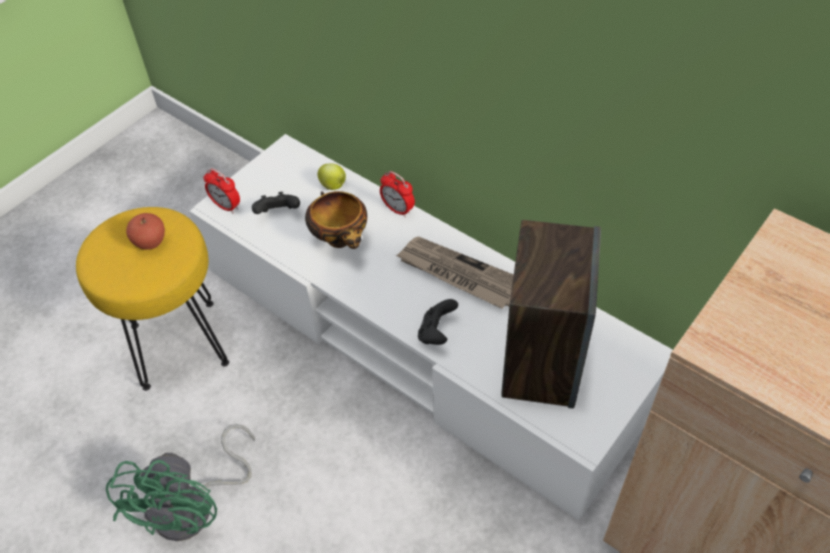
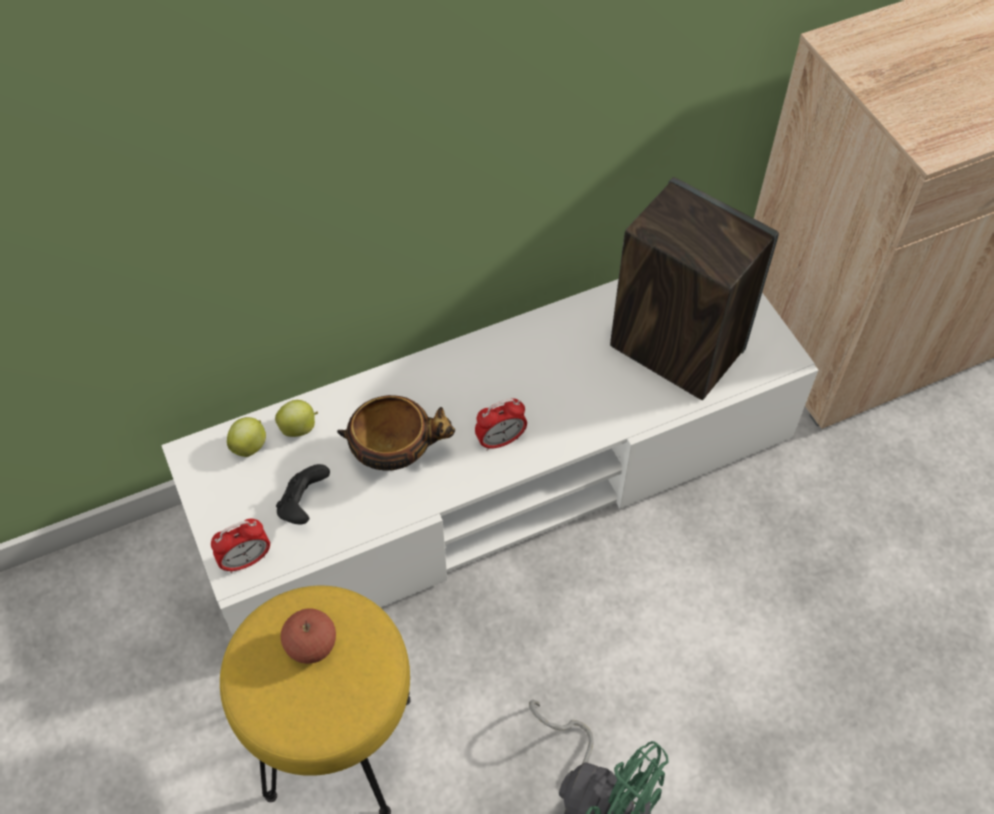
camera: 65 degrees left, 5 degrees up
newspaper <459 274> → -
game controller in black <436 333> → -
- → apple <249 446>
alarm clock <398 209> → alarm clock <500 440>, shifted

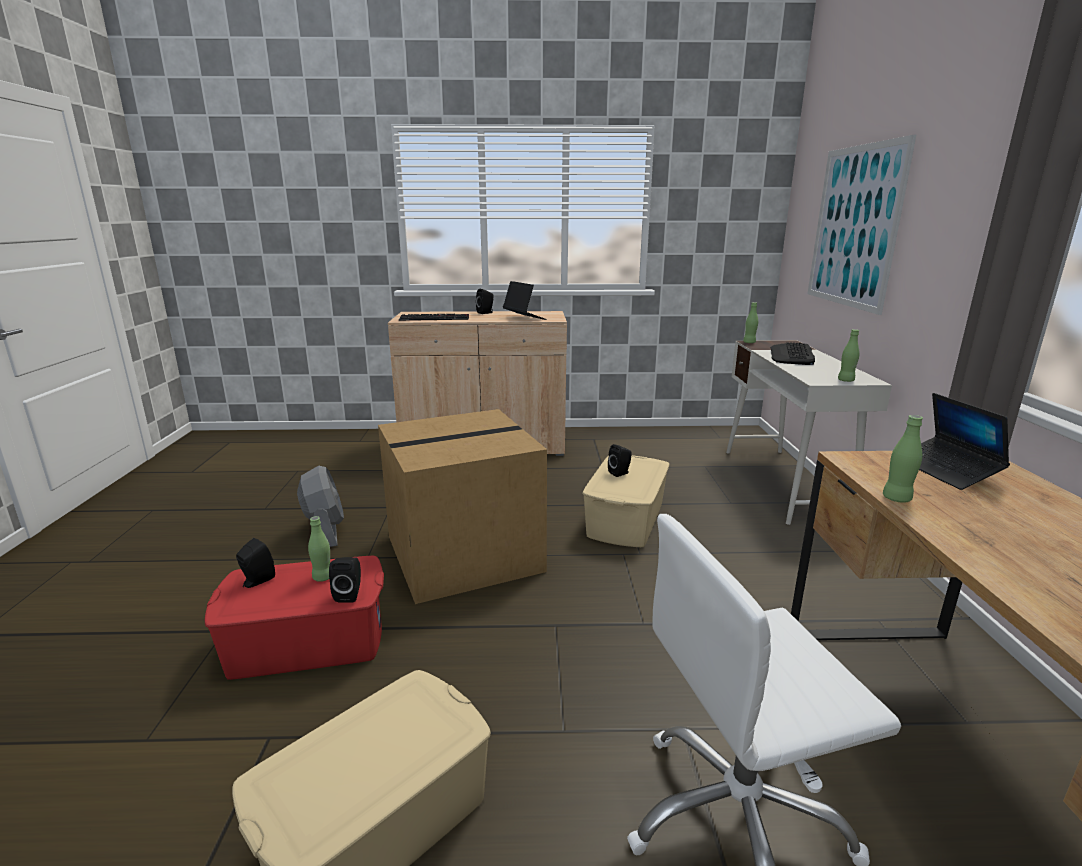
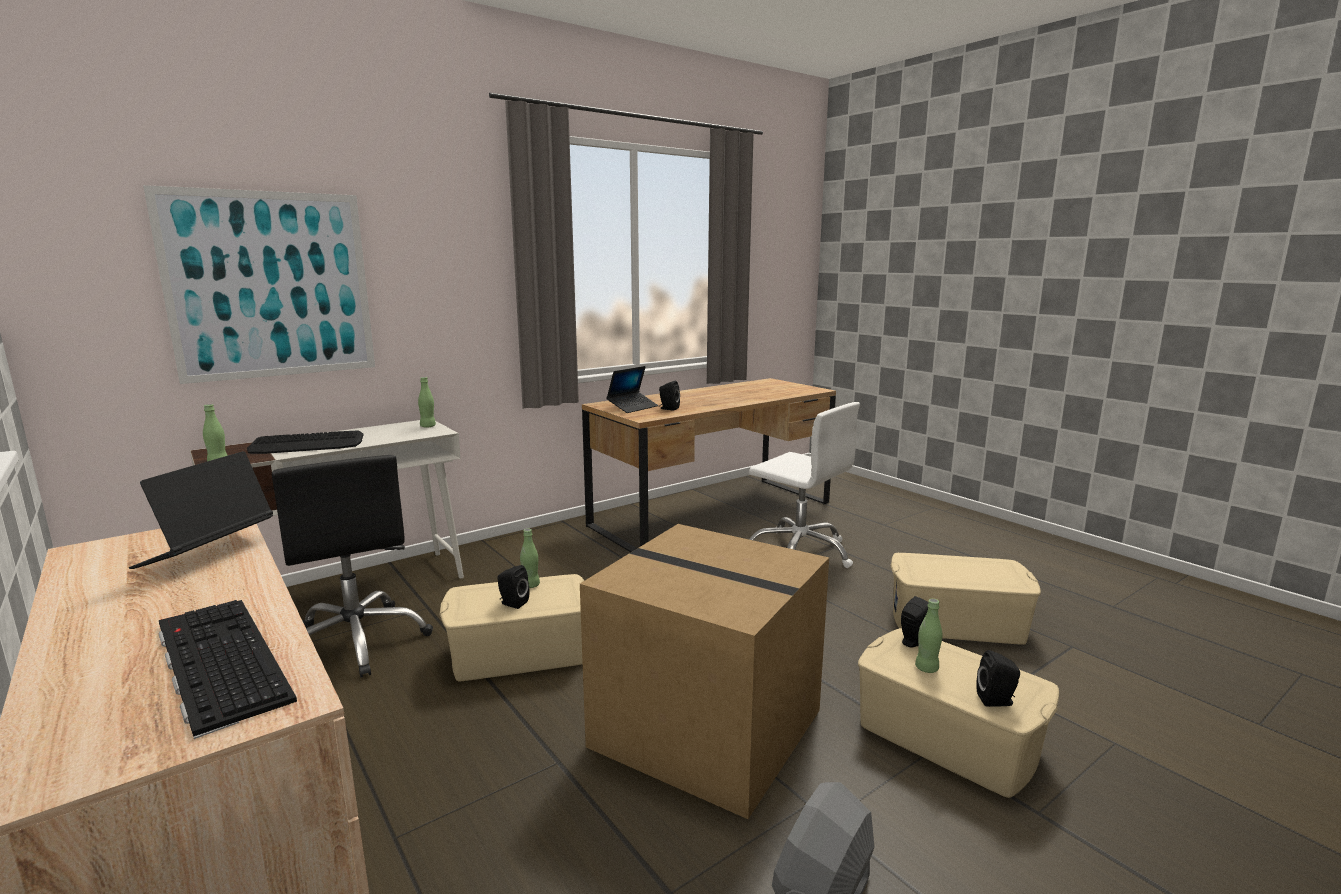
camera: 125 degrees left, 5 degrees down
- → office chair in black <357 641>
speaker in black <486 313> → speaker in black <668 408>, shifted
bottle in green <896 498> → bottle in green <530 585>, shifted
storage box in red <307 642> → storage box in beige <947 739>

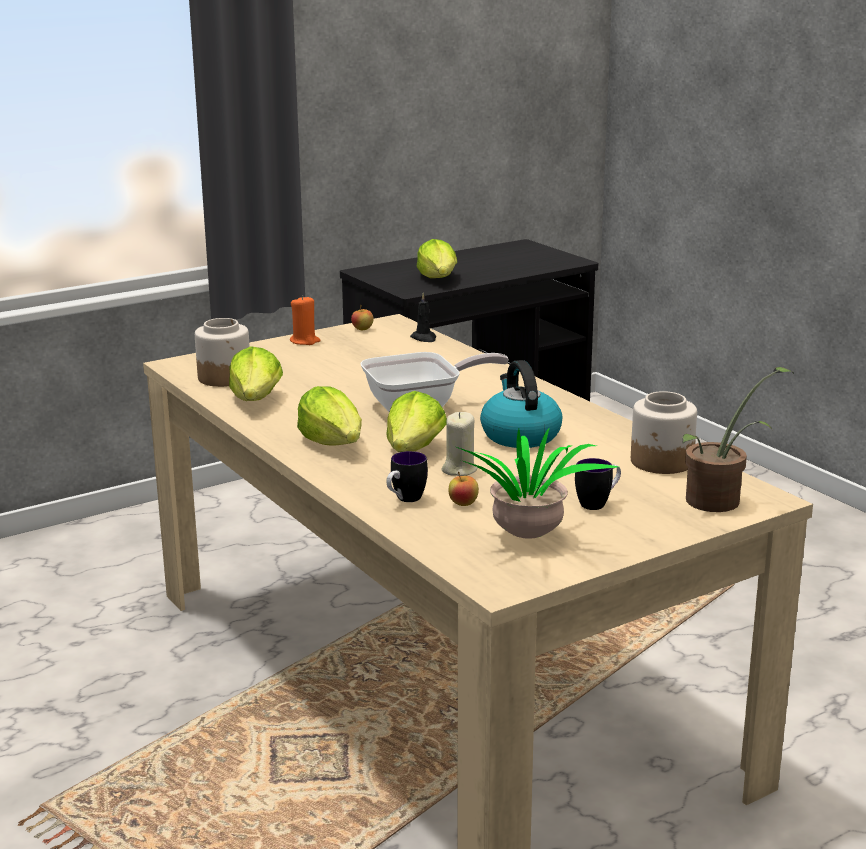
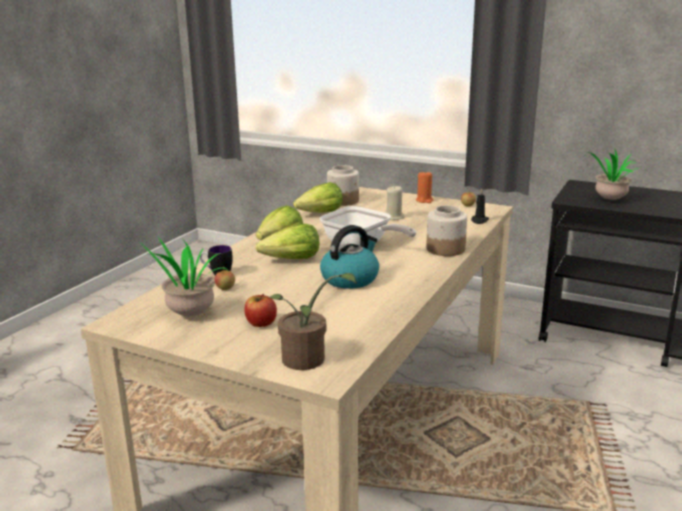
camera: 60 degrees right, 0 degrees up
candle in beige <459 469> → candle in beige <394 217>, shifted
jar <662 462> → jar <445 249>, shifted
lettuce <438 279> → potted plant <608 200>
mug <598 503> → apple <261 323>

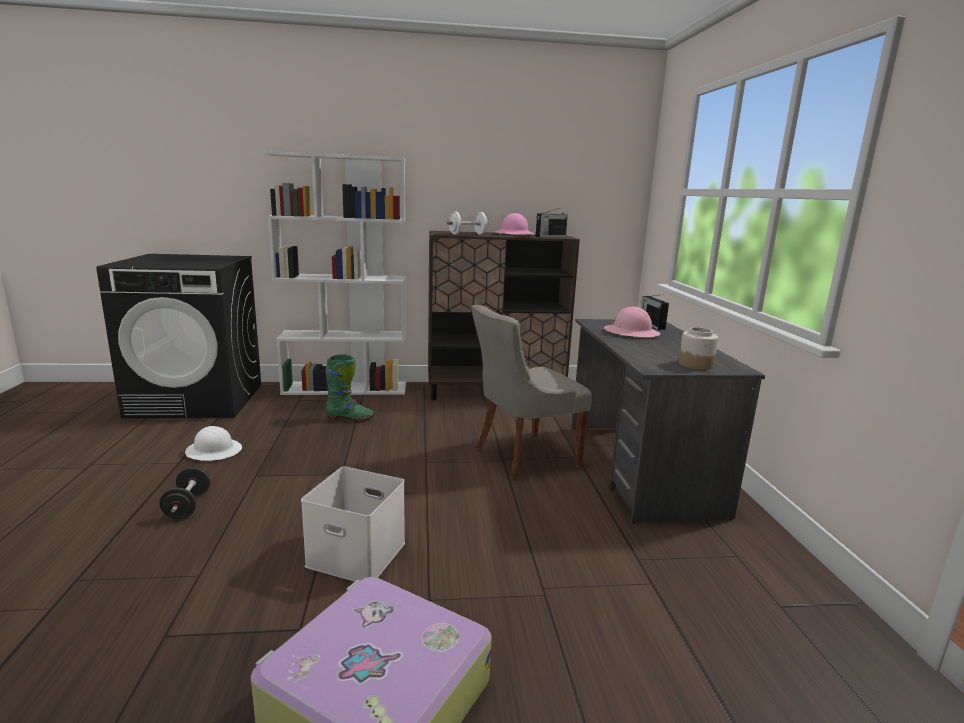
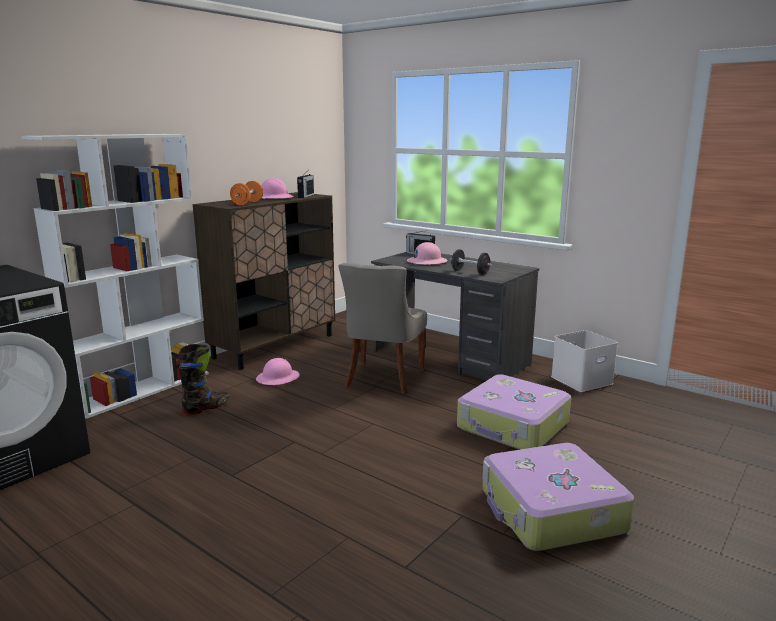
camera: 45 degrees left, 0 degrees up
hard hat in white <214 451> → -
jar <696 365> → -
- → hard hat in pink <278 378>
- → suitcase <513 426>
dumbbell in black <187 506> → dumbbell in black <470 272>, shifted
storage box in white <354 555> → storage box in white <581 380>, shifted
boot in green <350 418> → boot in black <206 407>
dumbbell in white <467 234> → dumbbell in orange <247 203>

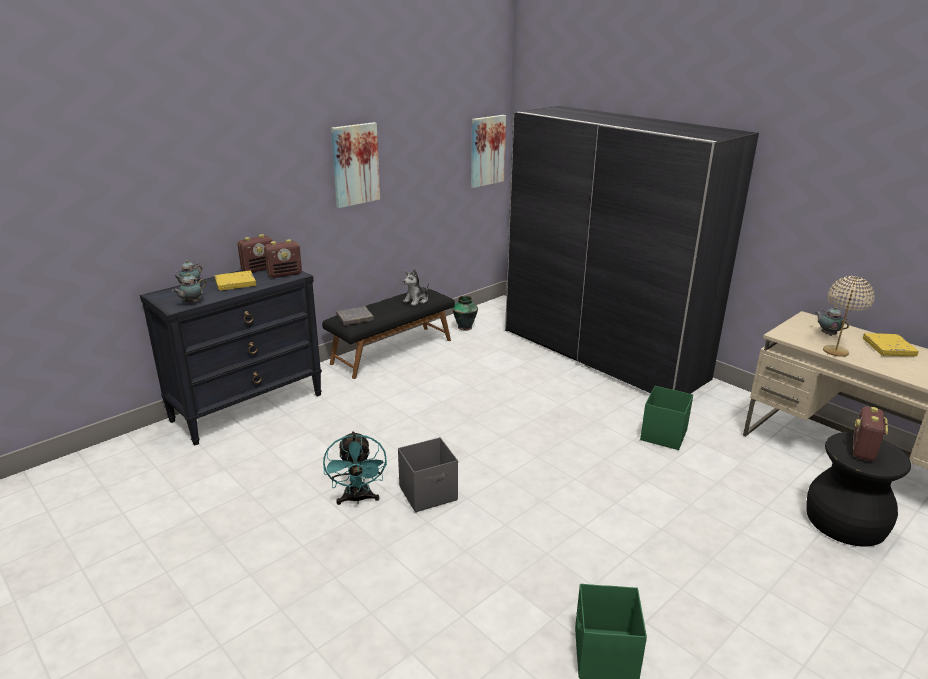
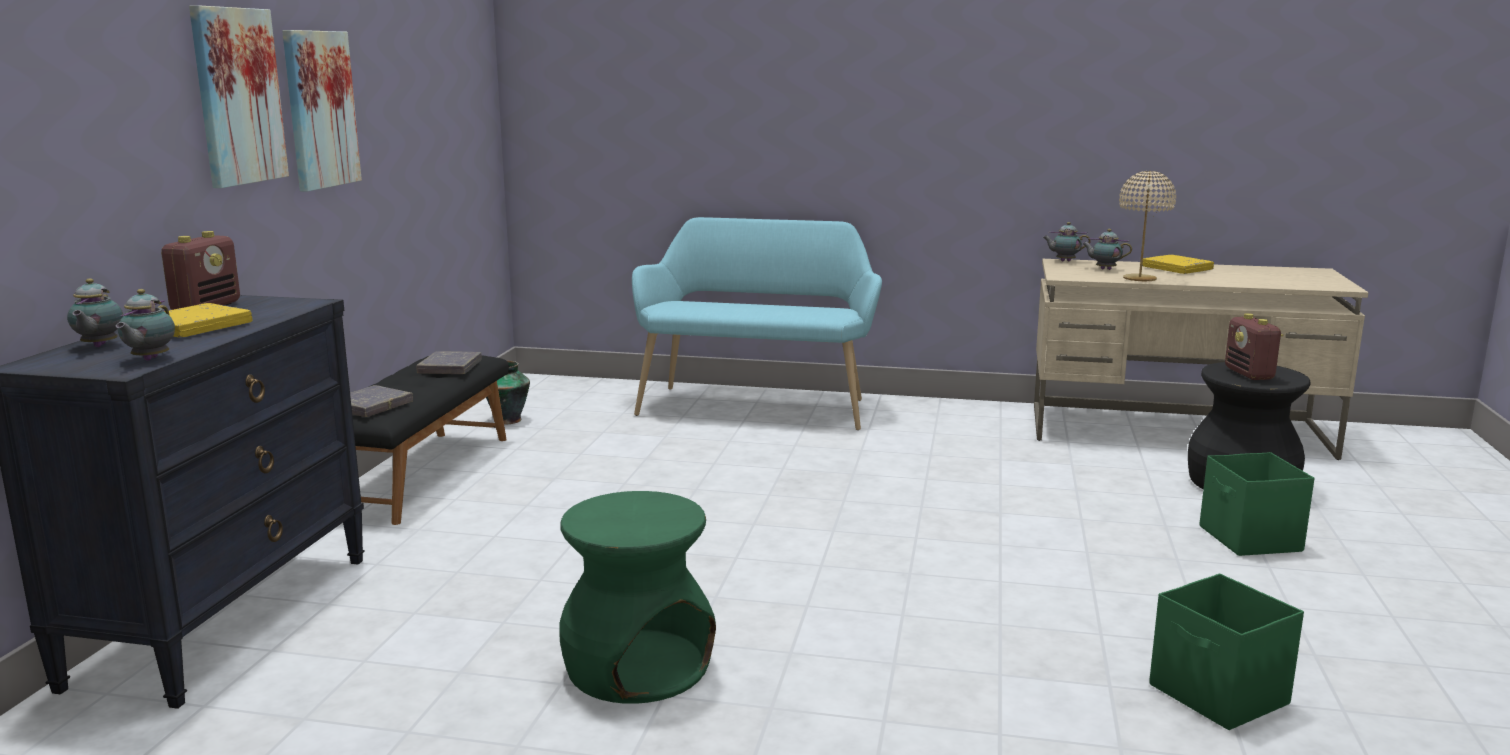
camera: 35 degrees left, 10 degrees down
radio <285 274> → -
storage box in grey <429 494> → -
- → teapot <1064 261>
picture <487 151> → picture <237 96>, shifted
storage box in green <663 435> → storage box in green <1250 539>, shifted
fan in turquoise <357 499> → stool in green <637 666>
plush toy <416 300> → book in grey <450 367>
wardrobe in grey <601 354> → bench in turquoise <757 405>

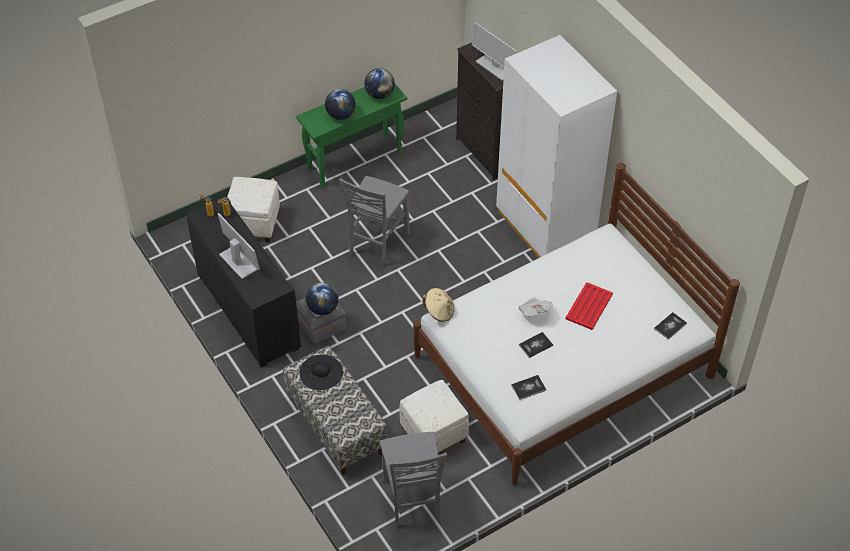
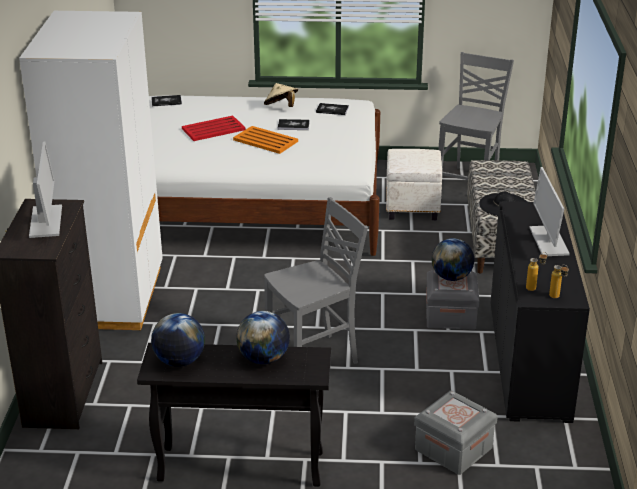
camera: 145 degrees left, 20 degrees down
hat in beige <439 311> → hat in beige <281 107>, shifted
ottoman in white <254 223> → storage box in grey <453 449>
newspaper <535 312> → tray in orange <266 141>
console table in green <355 160> → console table in black <239 467>

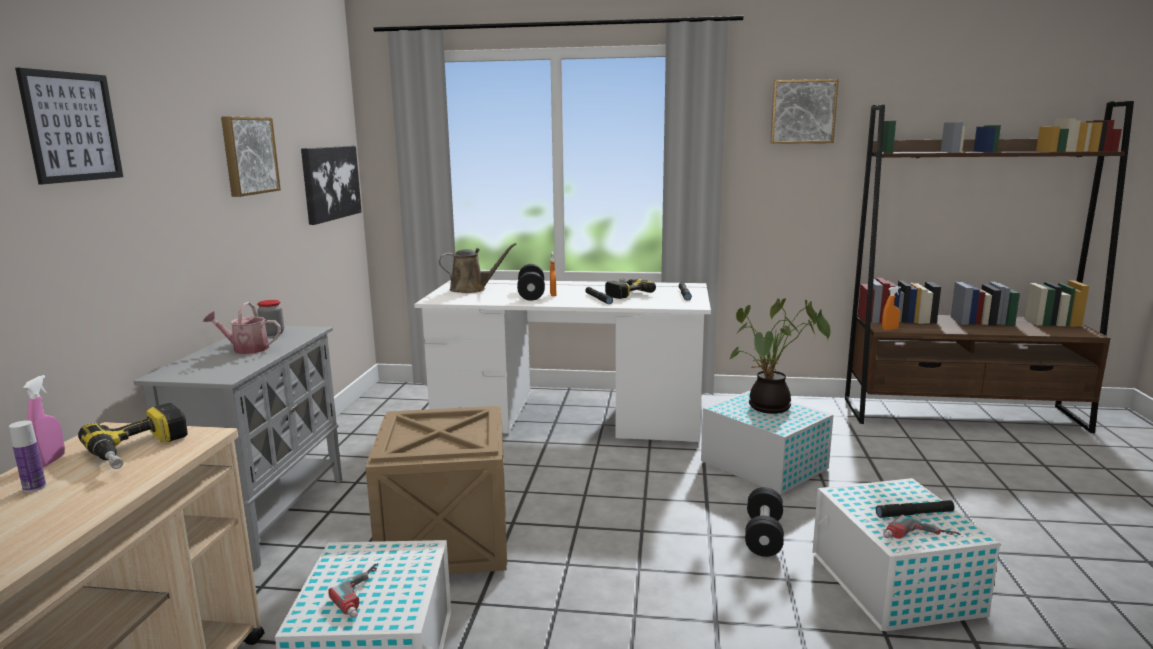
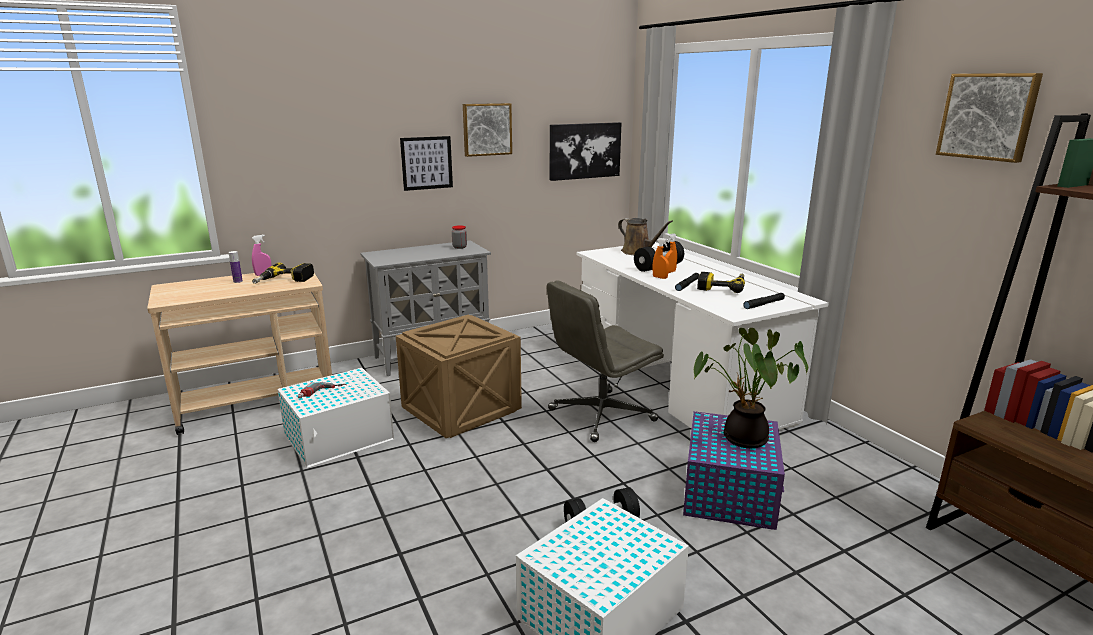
camera: 55 degrees right, 5 degrees up
watering can <246 349> → -
flashlight in black <914 514> → -
power drill <919 539> → -
- → office chair in grey <601 416>
picture <72 127> → picture <426 163>, shifted
spray bottle in orange <889 329> → spray bottle in orange <660 277>, shifted
storage box in white <762 464> → storage box in purple <729 491>

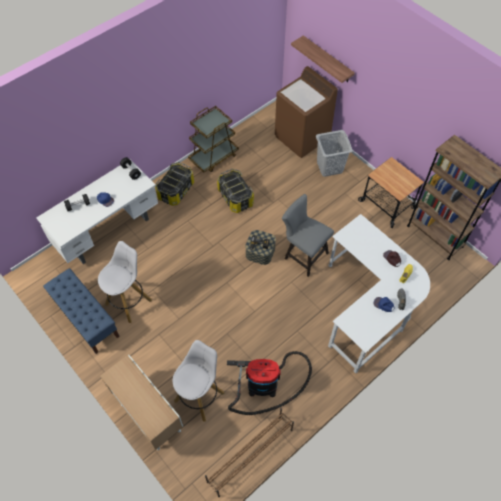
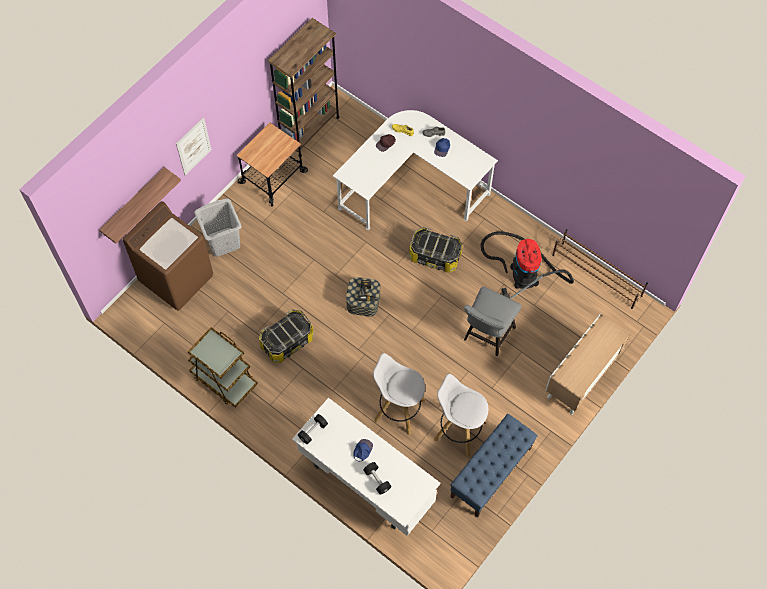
camera: 100 degrees left, 5 degrees up
- → picture <193 146>
storage box <176 190> → storage box <435 256>, shifted
stool in white <200 396> → stool in white <398 410>, shifted
chair in grey <303 255> → chair in grey <487 336>, shifted

